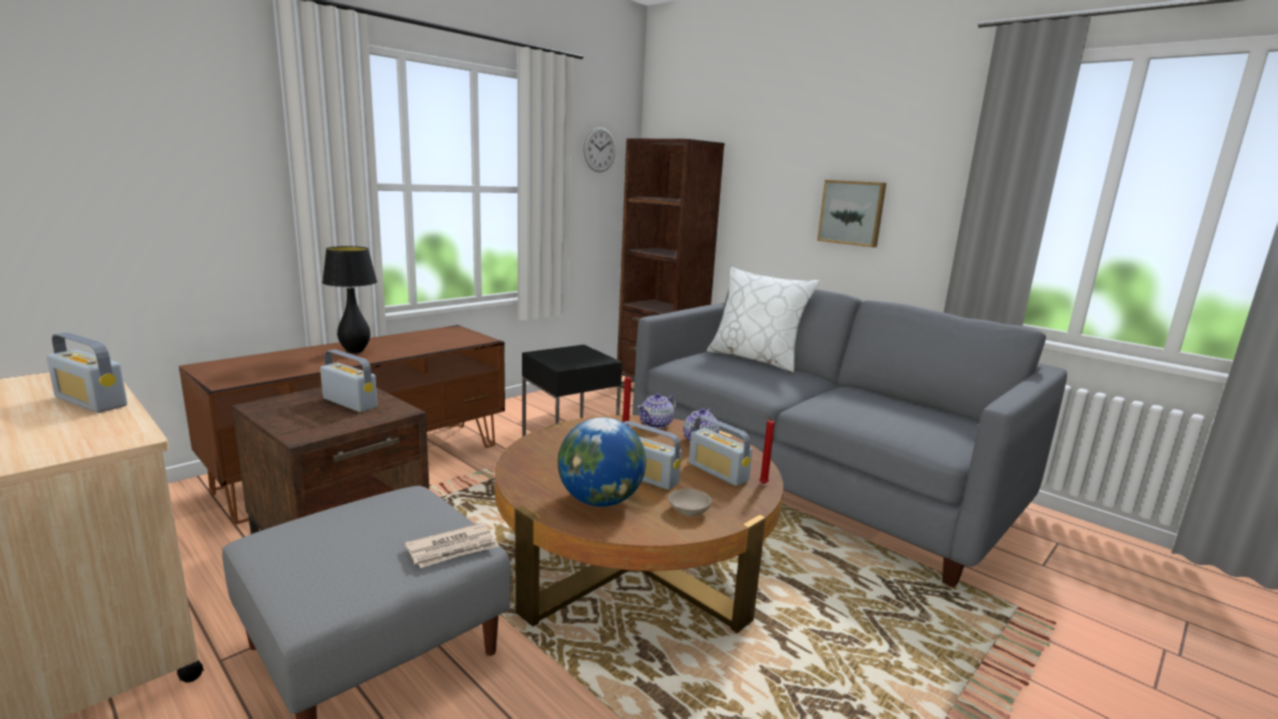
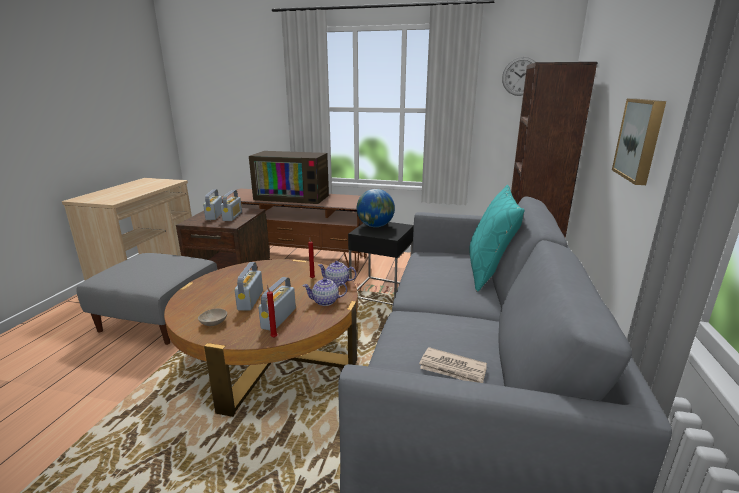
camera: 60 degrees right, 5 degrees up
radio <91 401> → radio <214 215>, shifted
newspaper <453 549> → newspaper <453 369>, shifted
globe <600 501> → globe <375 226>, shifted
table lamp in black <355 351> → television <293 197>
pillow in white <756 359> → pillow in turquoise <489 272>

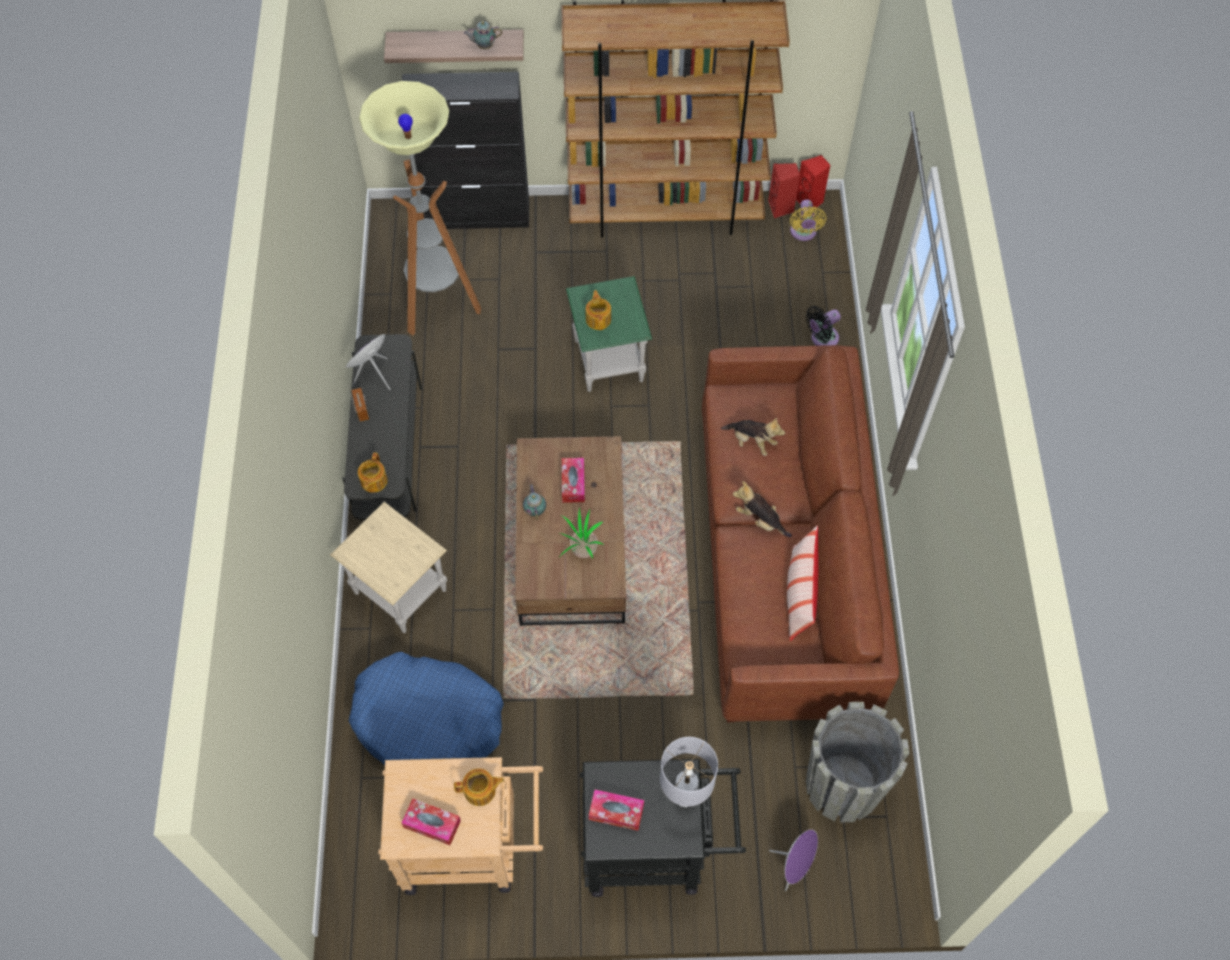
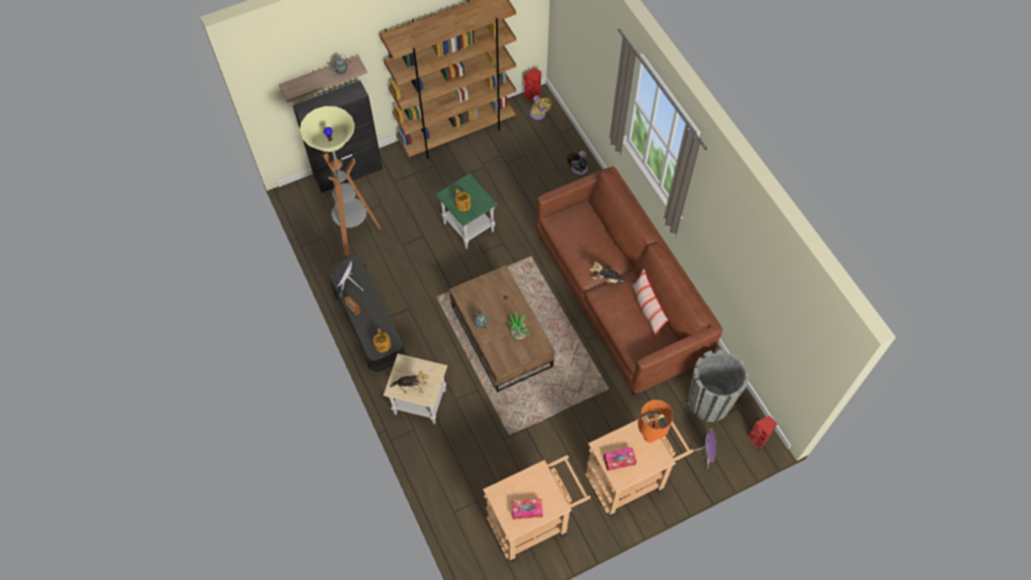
camera: 25 degrees left, 0 degrees up
dog bed in blue <428 722> → -
teapot <480 791> → -
tissue box <573 483> → -
plush toy <752 442> → plush toy <411 387>, shifted
speaker in red <781 208> → speaker in red <758 439>, shifted
cart in black <655 849> → cart in beige <630 478>
table lamp in grey <685 796> → table lamp in orange <649 436>

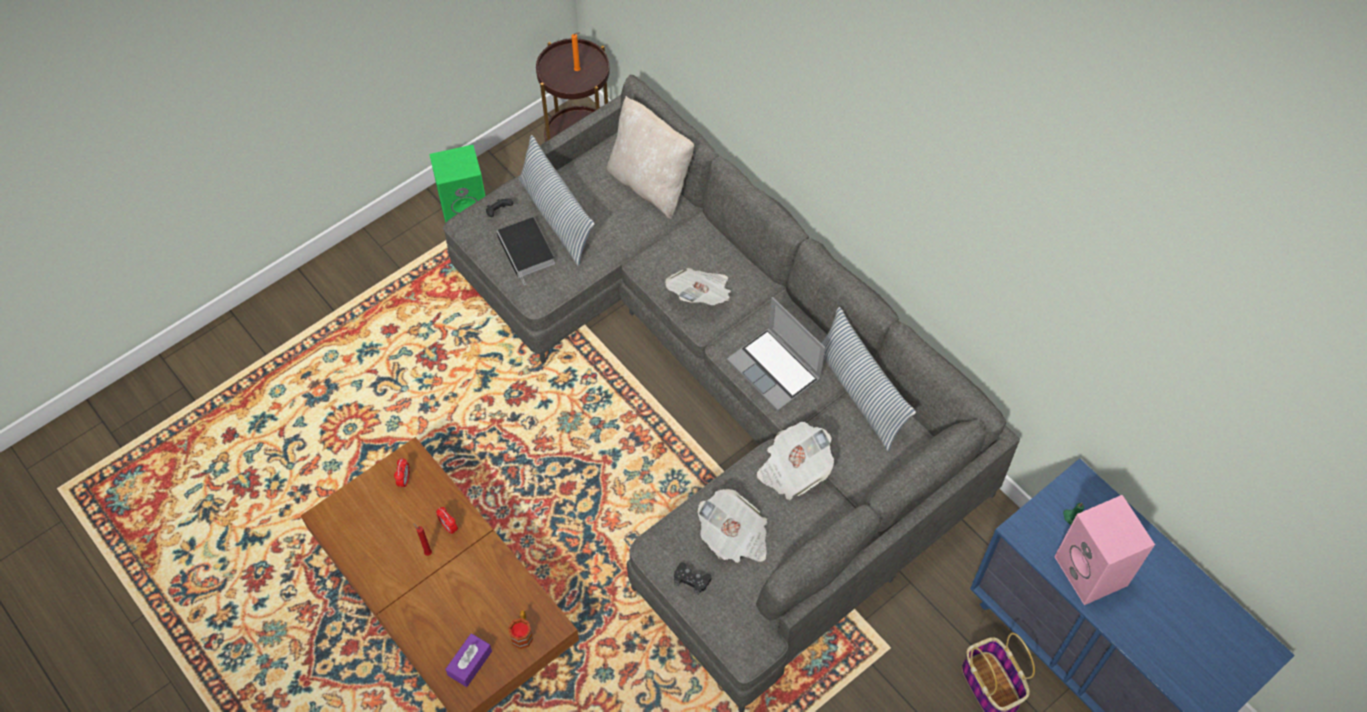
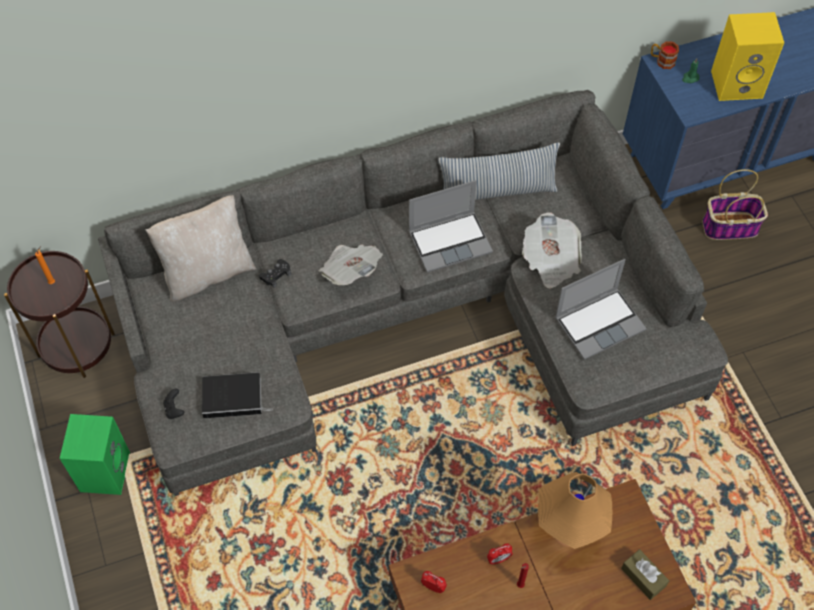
camera: 70 degrees left, 0 degrees up
pillow <556 218> → -
- → table lamp in orange <567 532>
mug <522 633> → mug <662 61>, shifted
game controller in black <691 580> → game controller in black <276 275>, shifted
newspaper <734 537> → laptop <599 323>
tissue box in purple <470 663> → tissue box in brown <643 577>
speaker in pink <1093 572> → speaker in yellow <737 83>

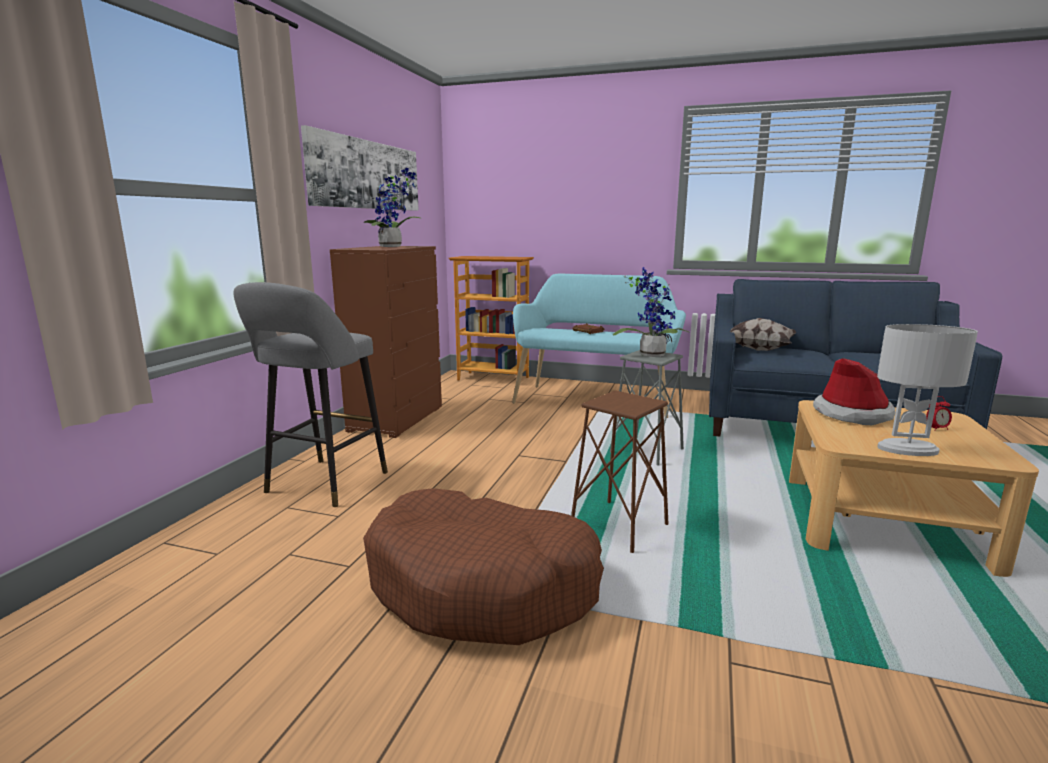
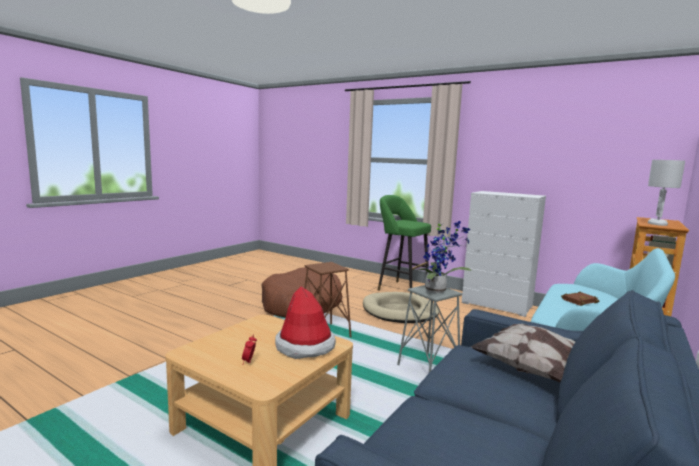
camera: 105 degrees right, 5 degrees down
picture <367 175> → -
potted plant <393 247> → -
- → dog bed in beige <399 311>
table lamp in white <907 449> → table lamp in white <657 223>, shifted
stool in grey <323 485> → stool in green <400 289>
dresser in brown <397 419> → dresser in white <497 305>

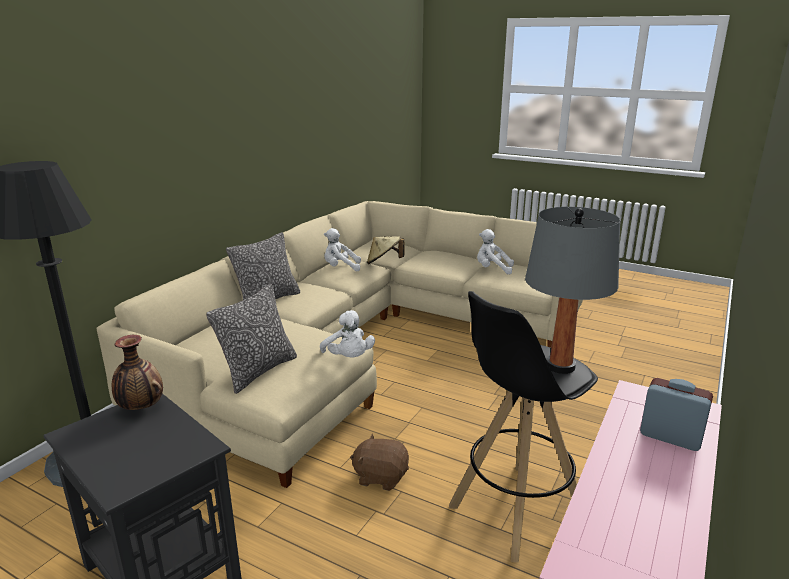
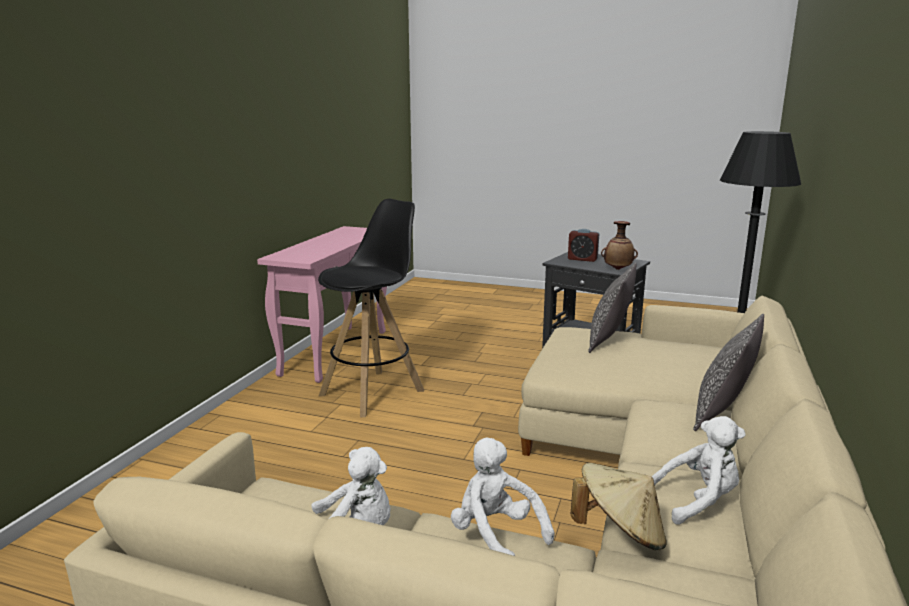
camera: 170 degrees right, 5 degrees down
plush toy in brown <380 476> → -
table lamp in grey <560 366> → -
plush toy in white <348 358> → plush toy in white <495 535>, shifted
alarm clock <670 437> → alarm clock <582 259>, shifted

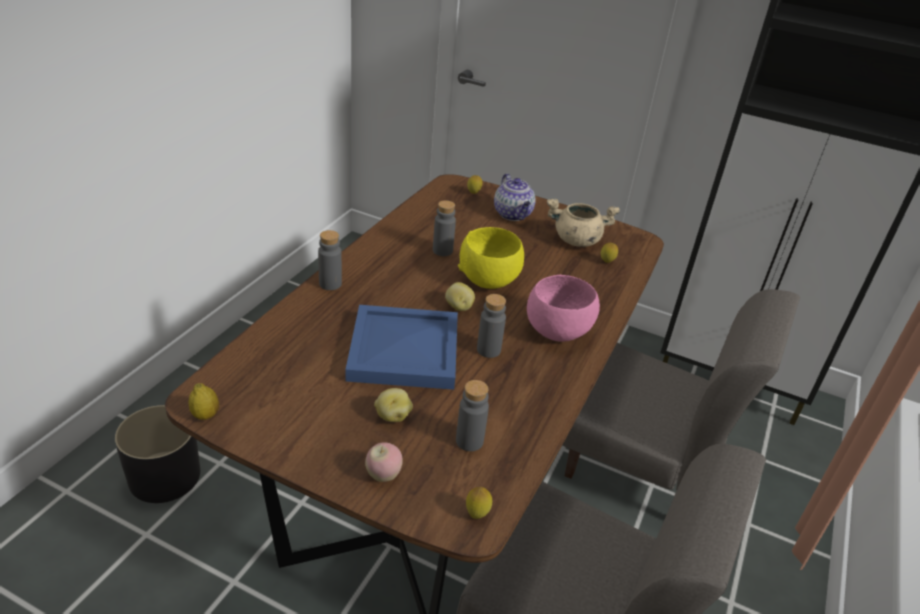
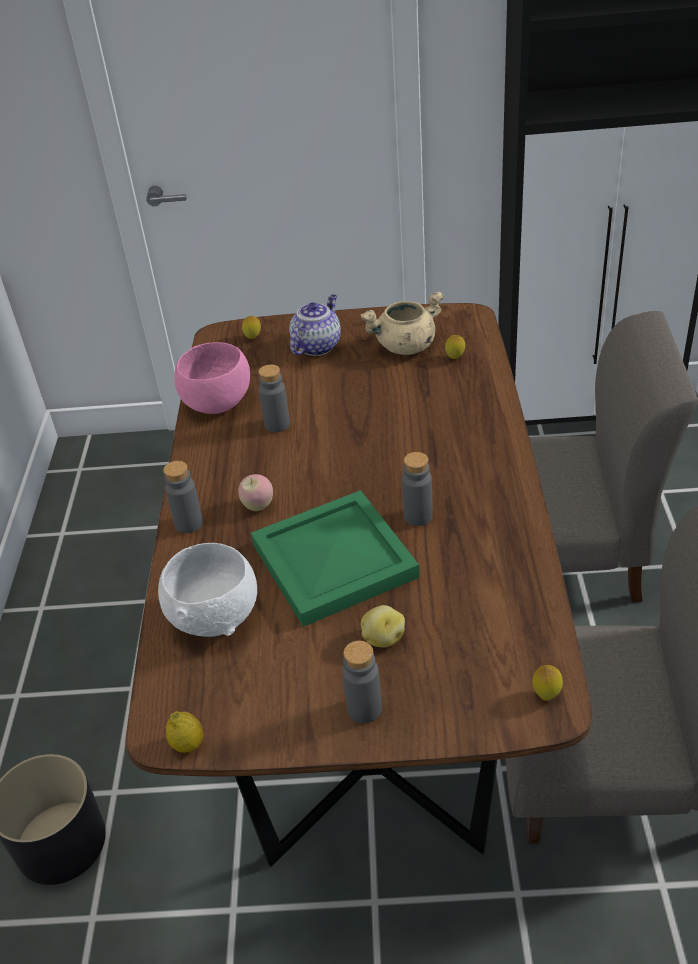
camera: 20 degrees left, 5 degrees up
potato <458 307> → -
bowl in yellow <489 280> → -
- → bowl in white <216 616>
apple <383 475> → apple <258 506>, shifted
bottle in grey <469 441> → bottle in grey <364 709>, shifted
bowl in pink <557 332> → bowl in pink <217 404>, shifted
tray in blue <406 349> → tray in green <335 559>
teapot <513 215> → teapot <317 345>, 105 degrees counterclockwise

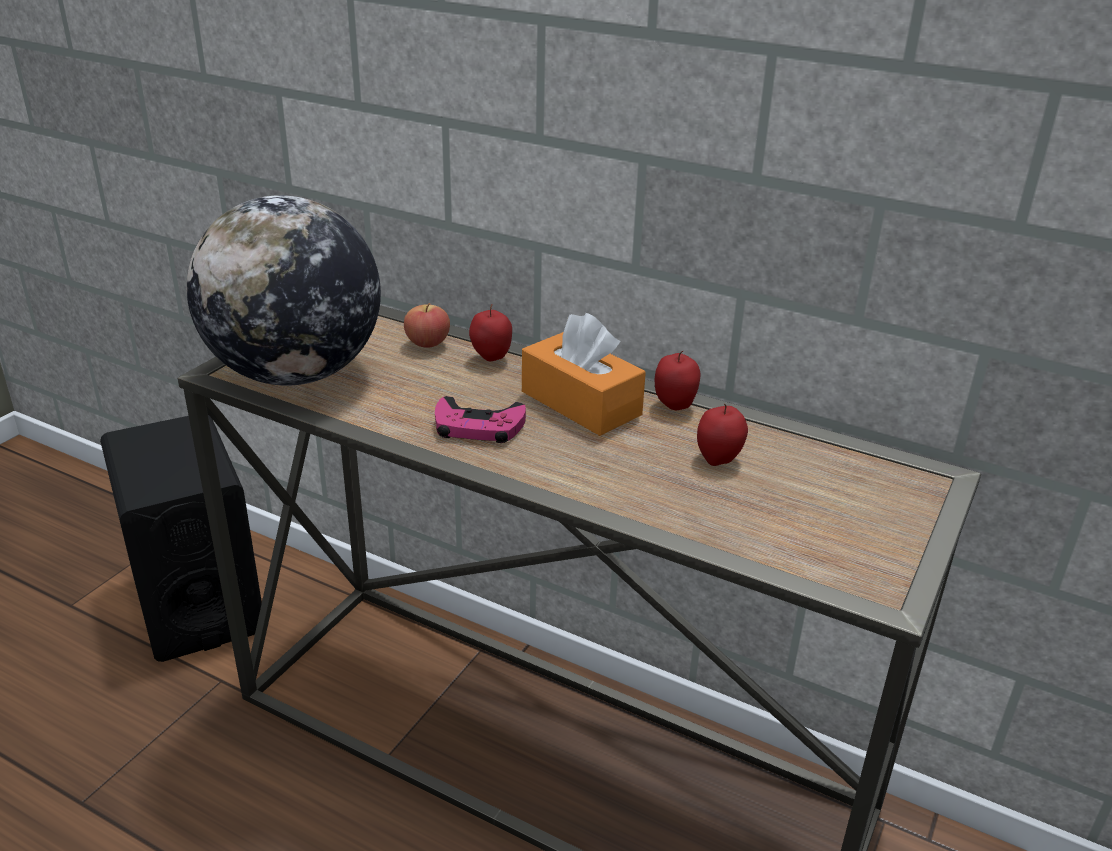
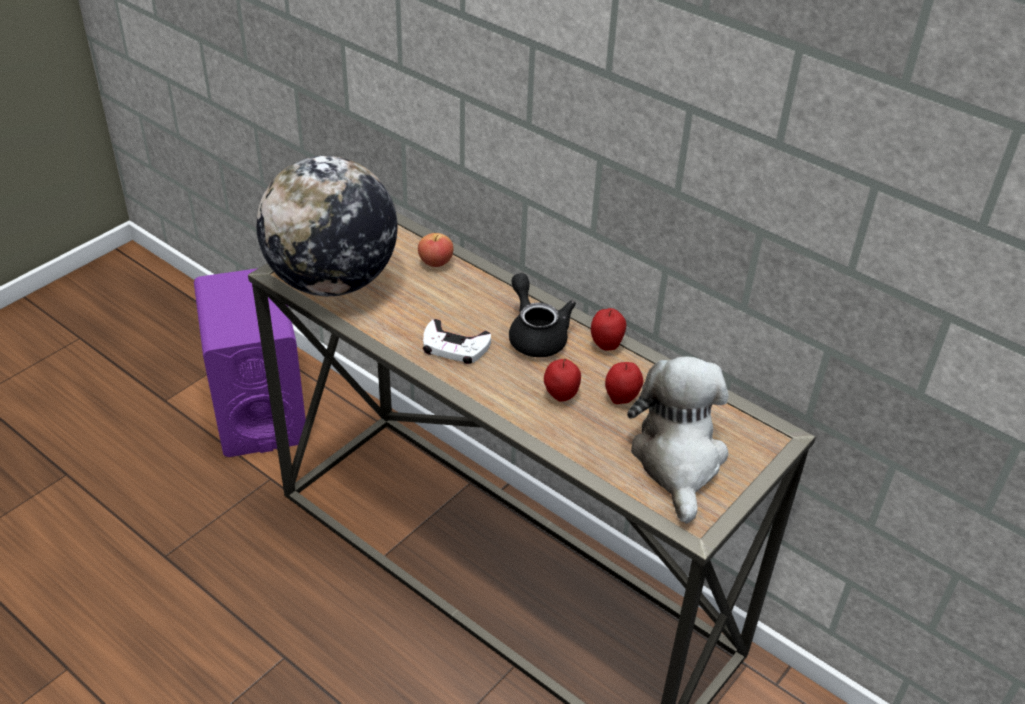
camera: 10 degrees right, 10 degrees up
- → plush toy <678 460>
apple <491 358> → apple <560 396>, shifted
tissue box in orange <581 403> → teapot in black <535 335>
speaker in black <197 602> → speaker in purple <259 411>
game controller in pink <478 427> → game controller in white <454 347>

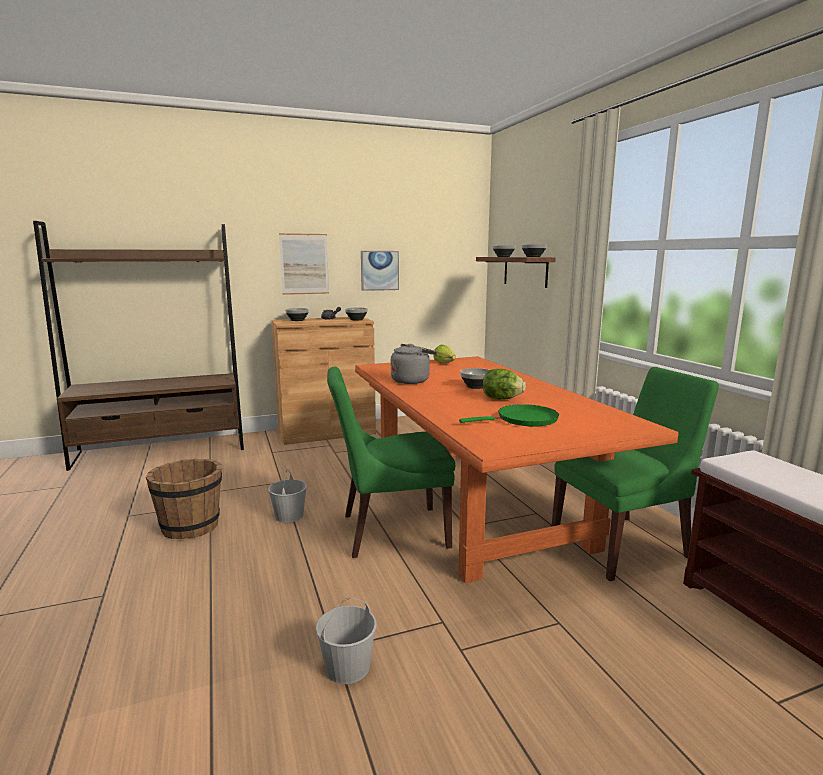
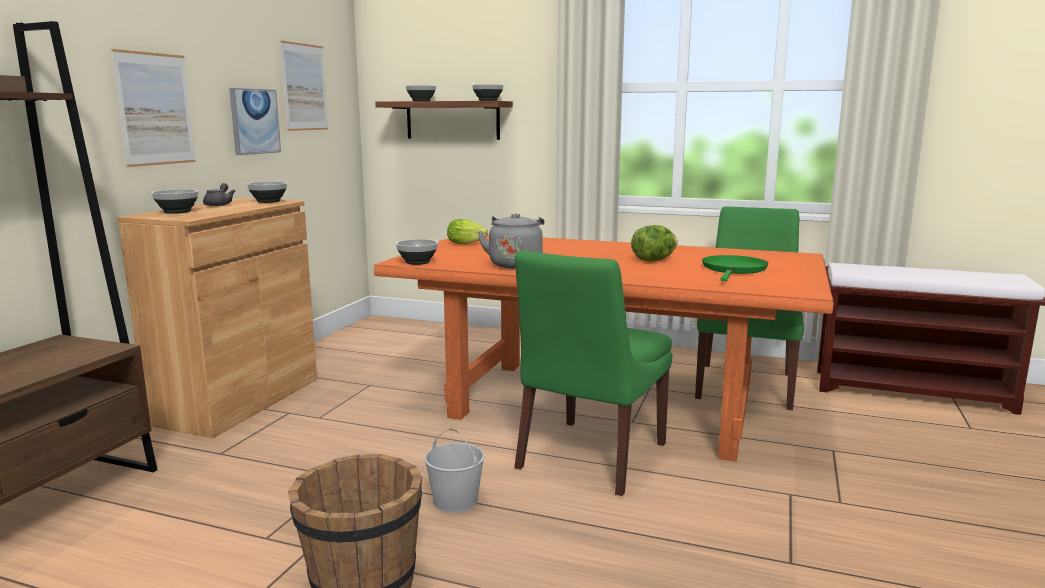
camera: 50 degrees left, 0 degrees up
bucket in white <347 667> → -
- → picture <305 87>
bowl <475 386> → bowl <417 262>, shifted

